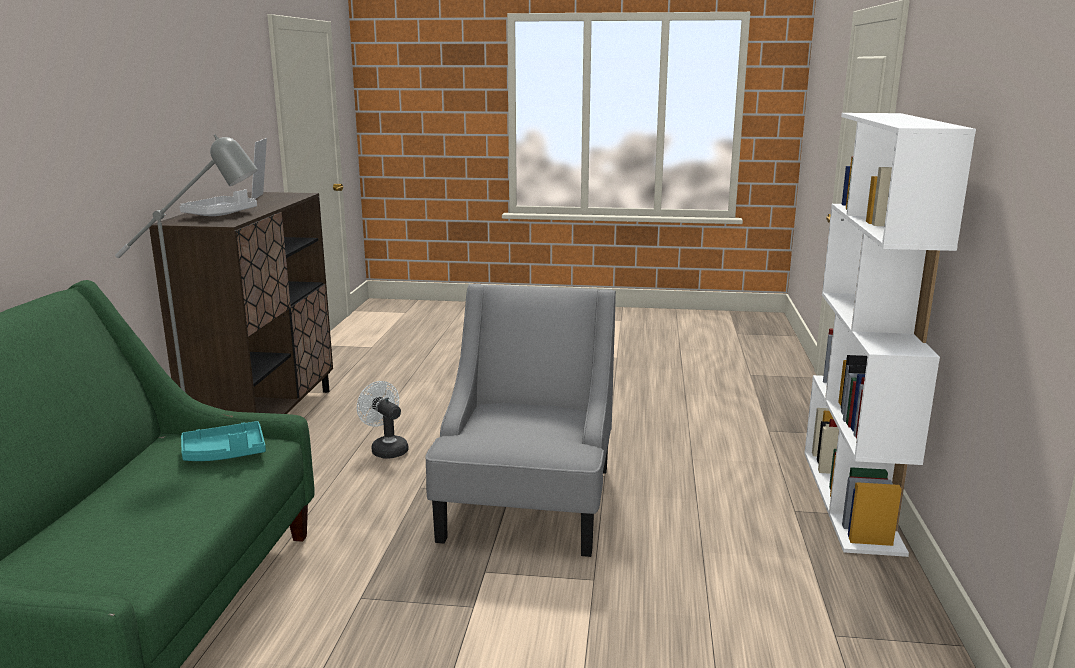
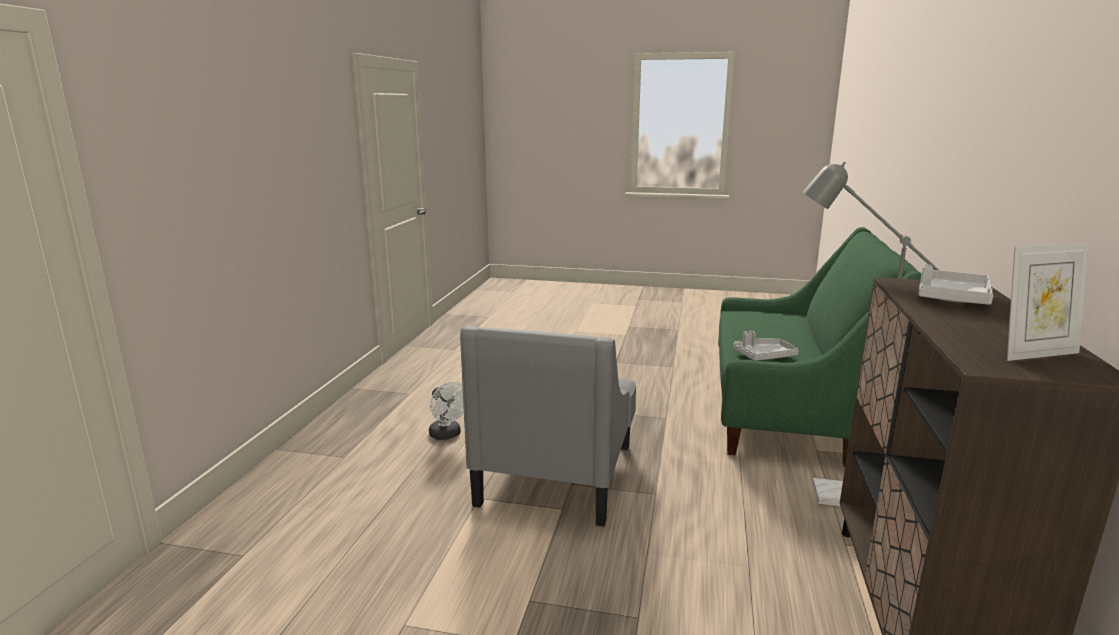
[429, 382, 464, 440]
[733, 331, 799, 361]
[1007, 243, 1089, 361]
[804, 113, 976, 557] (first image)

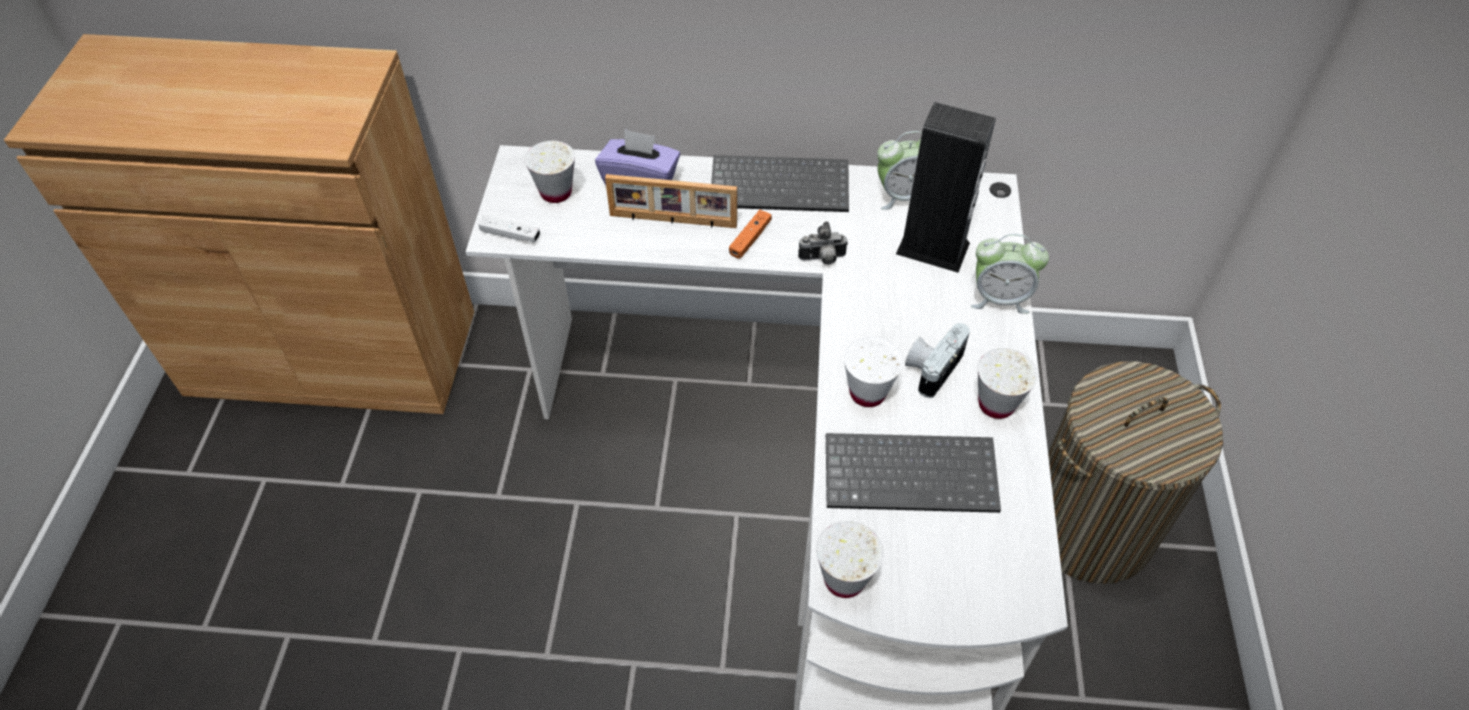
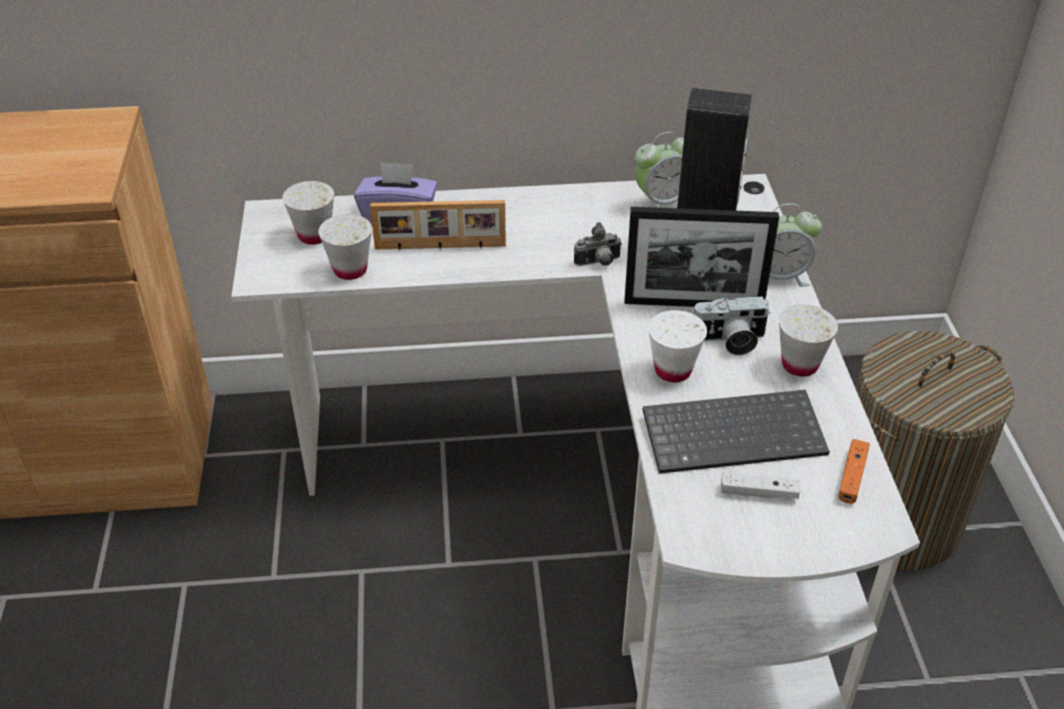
[318, 214, 372, 280]
[625, 207, 779, 307]
[694, 296, 770, 355]
[721, 472, 800, 499]
[838, 439, 870, 504]
[711, 155, 849, 212] (first image)

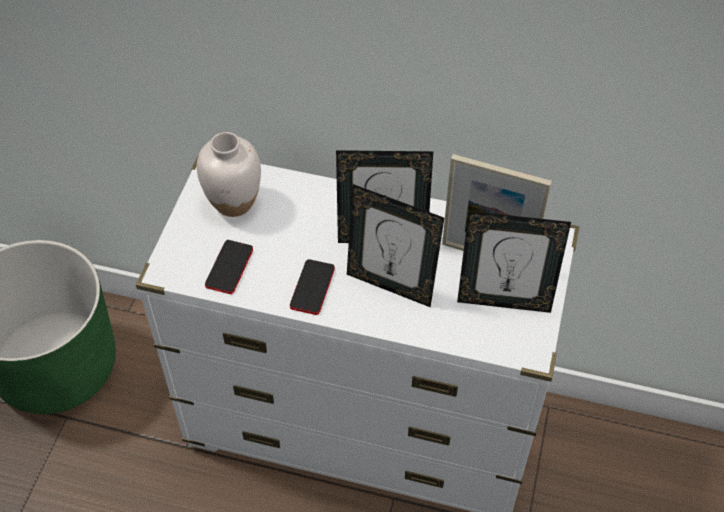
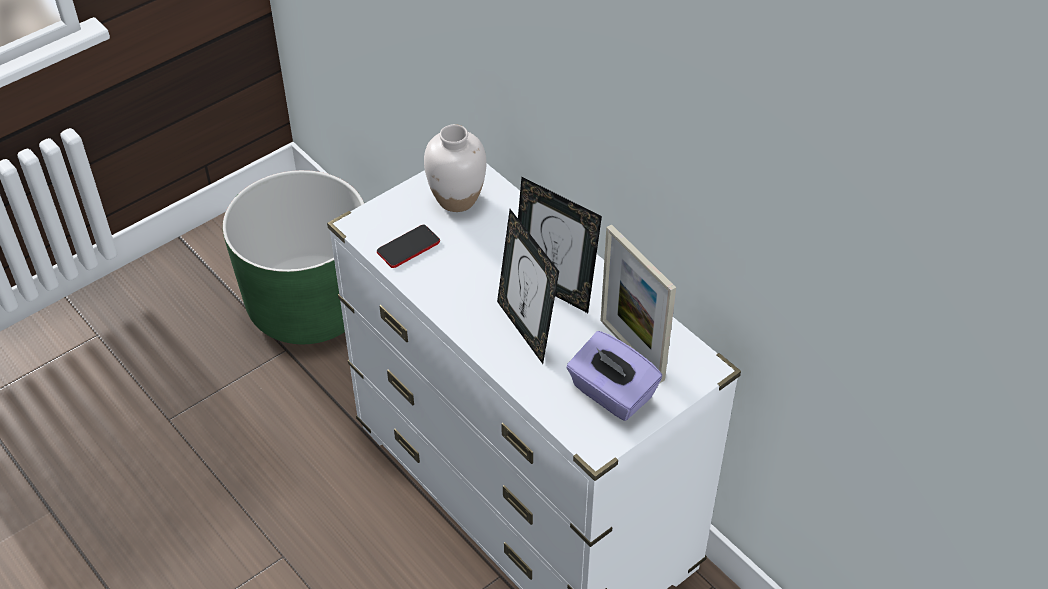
[566, 331, 662, 421]
[290, 259, 335, 315] (first image)

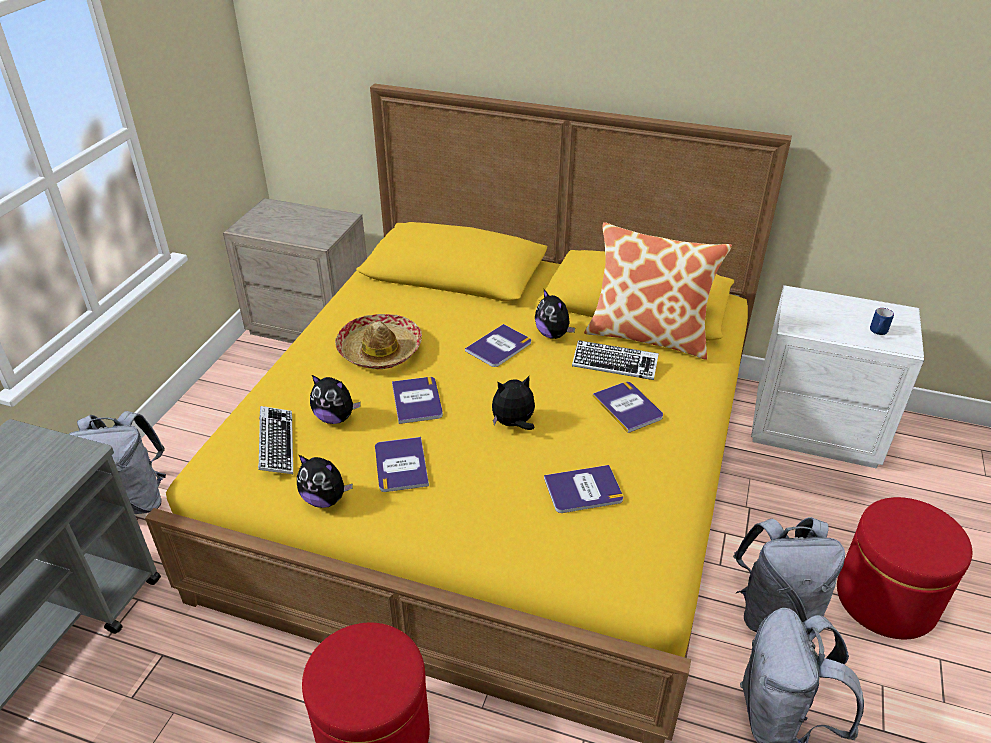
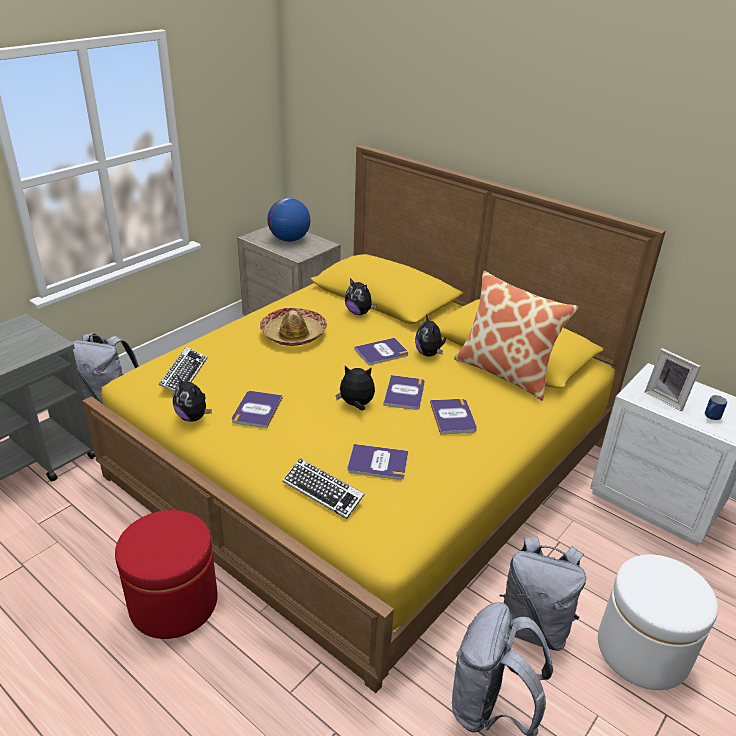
[268, 198, 310, 242]
[282, 458, 365, 519]
[345, 278, 377, 315]
[383, 375, 425, 410]
[598, 555, 718, 690]
[645, 348, 701, 411]

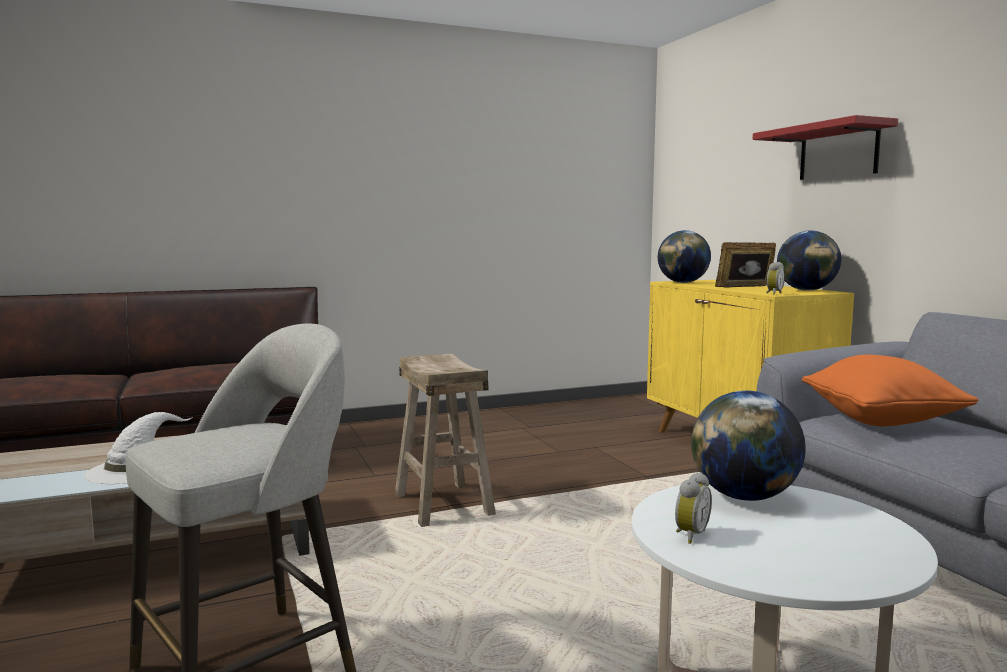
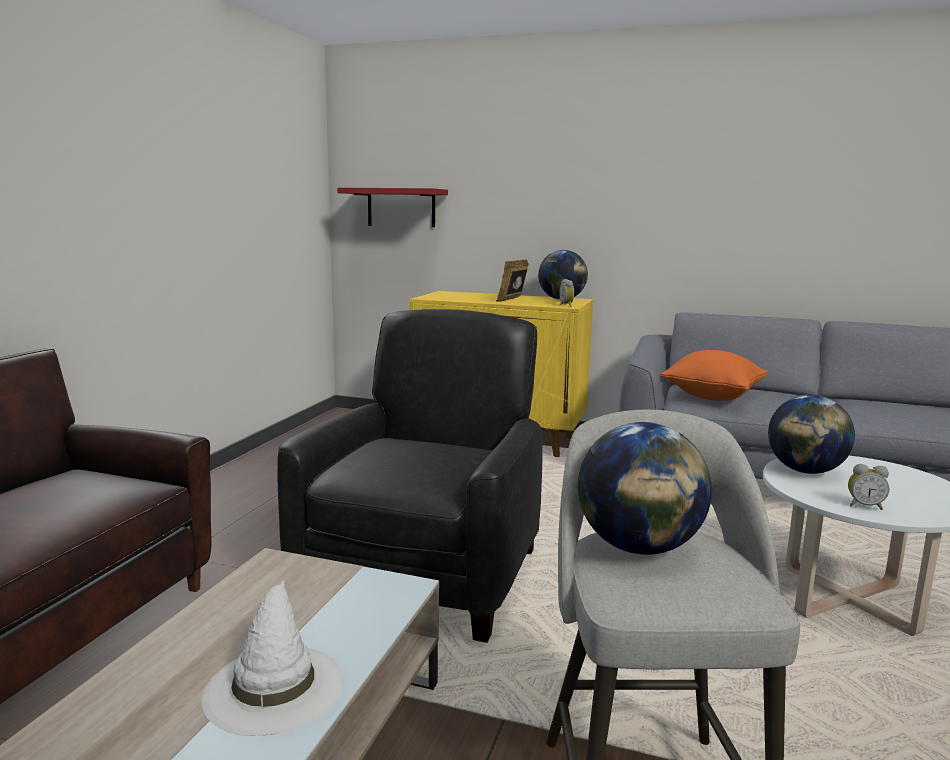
[277, 309, 543, 643]
[337, 188, 448, 227]
[578, 422, 712, 555]
[848, 464, 889, 510]

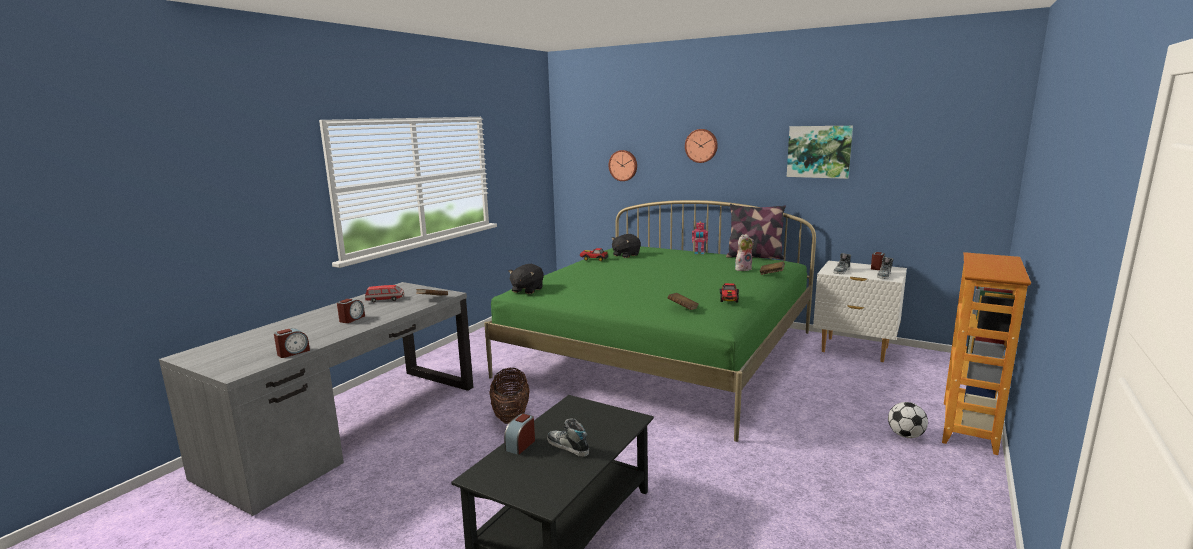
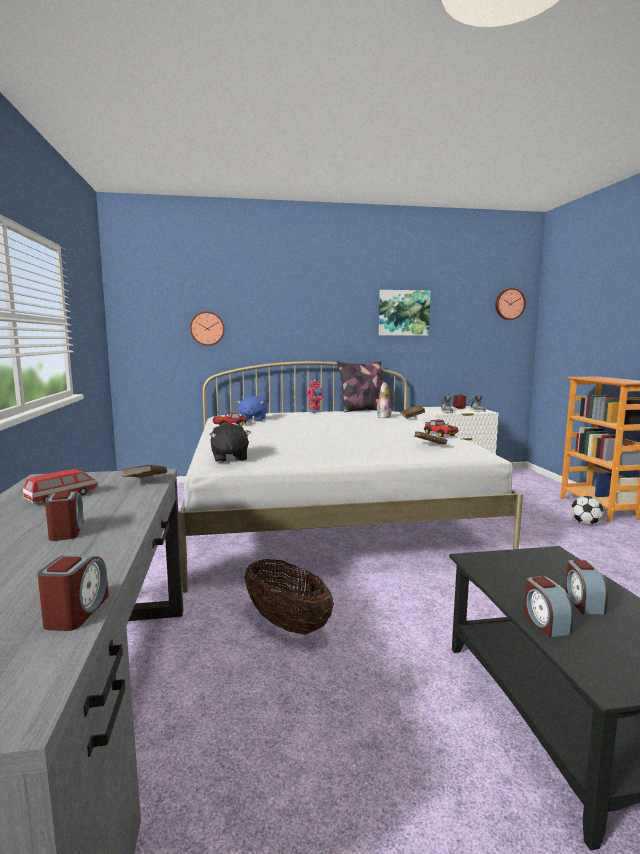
[178, 361, 523, 593]
[237, 396, 267, 422]
[495, 288, 526, 320]
[565, 560, 608, 615]

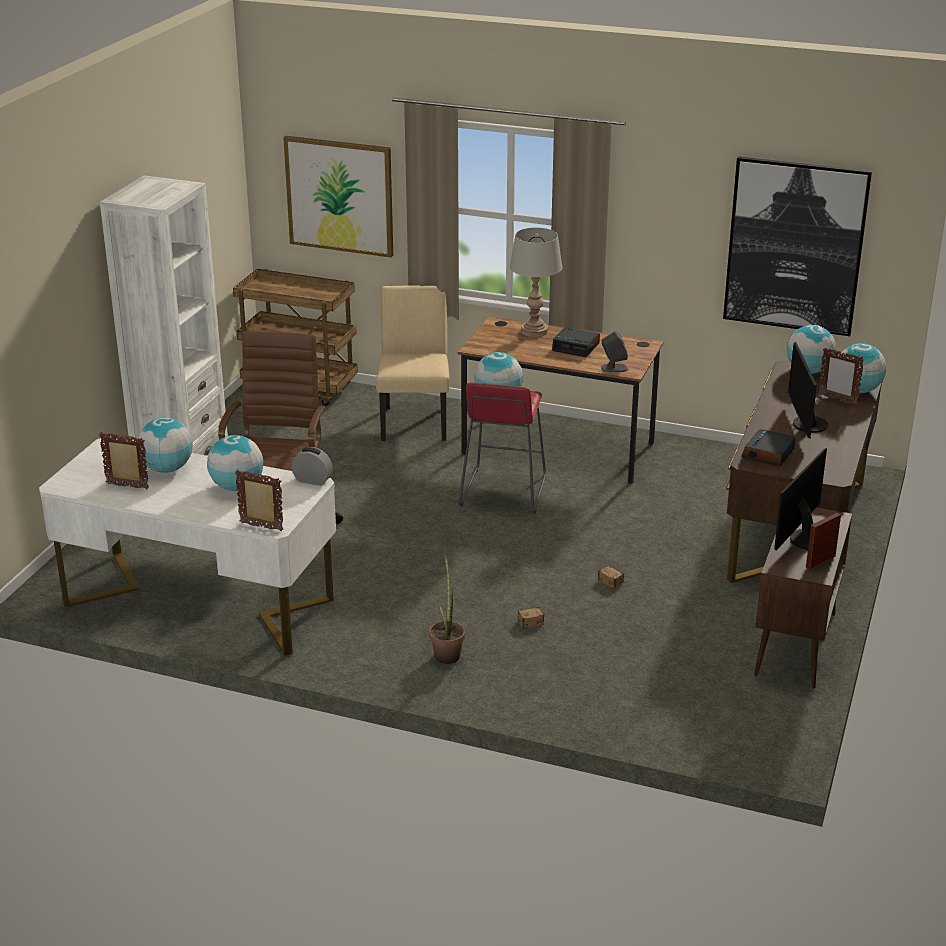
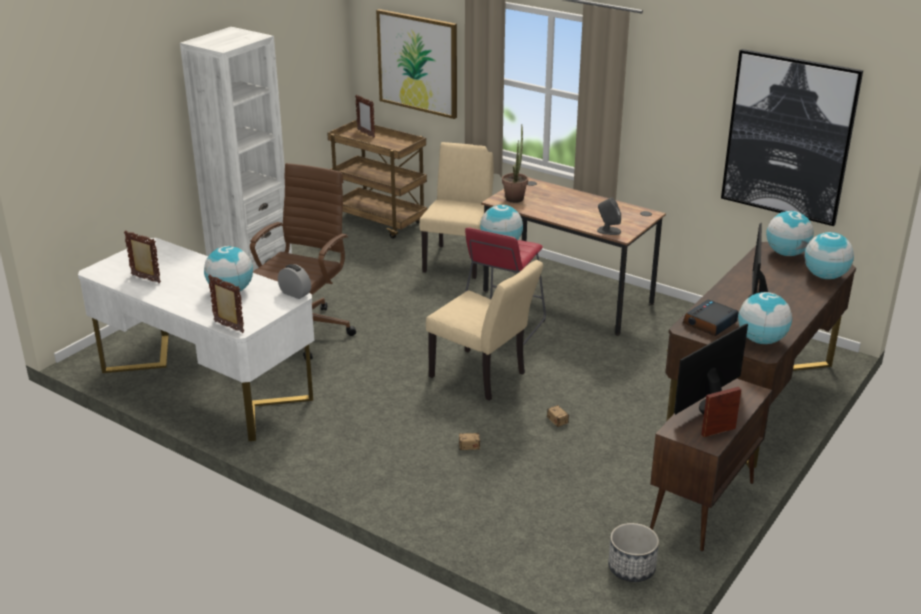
[355, 95, 375, 138]
[426, 260, 543, 401]
[502, 124, 528, 203]
[608, 523, 659, 582]
[738, 292, 792, 344]
[509, 228, 563, 337] (first image)
[552, 327, 600, 357] (first image)

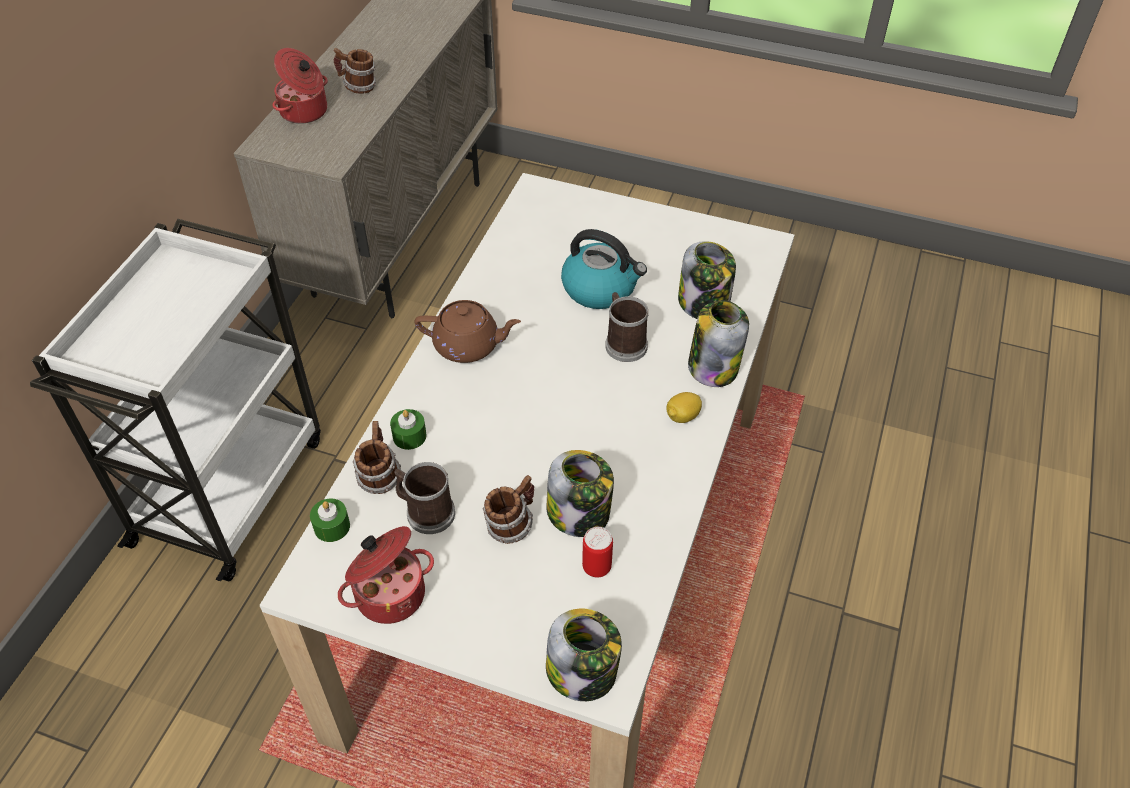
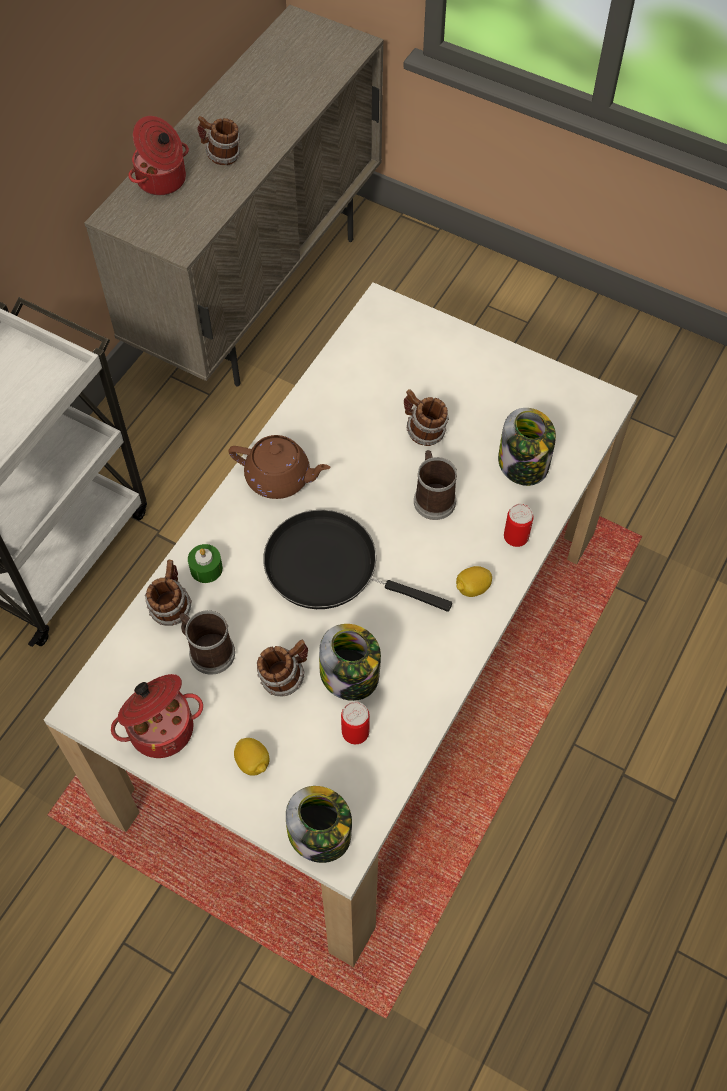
[234, 738, 269, 776]
[263, 510, 452, 612]
[404, 389, 449, 446]
[504, 504, 533, 547]
[310, 498, 350, 542] (first image)

